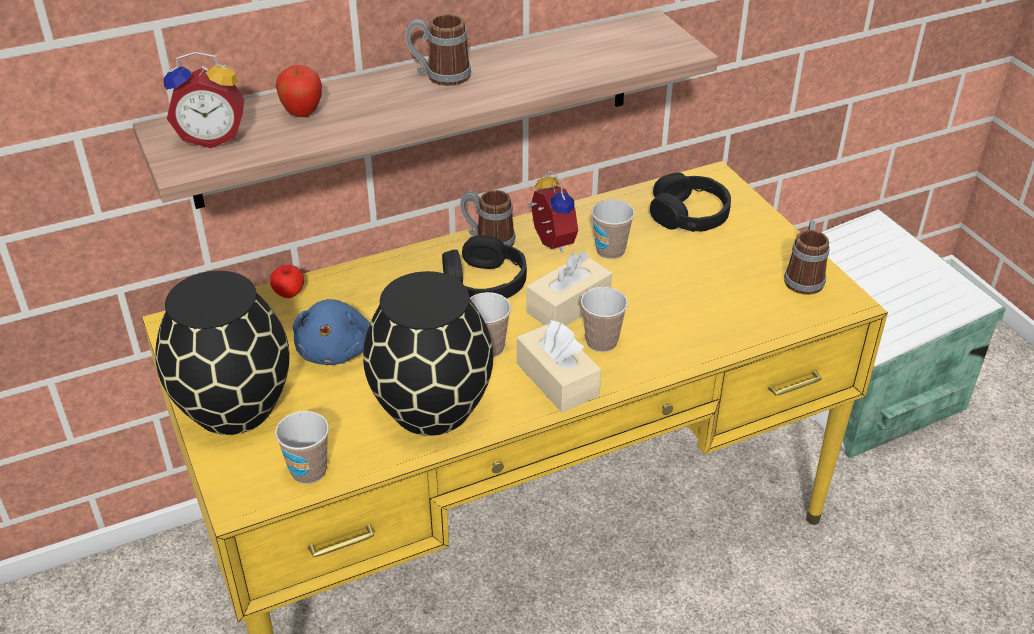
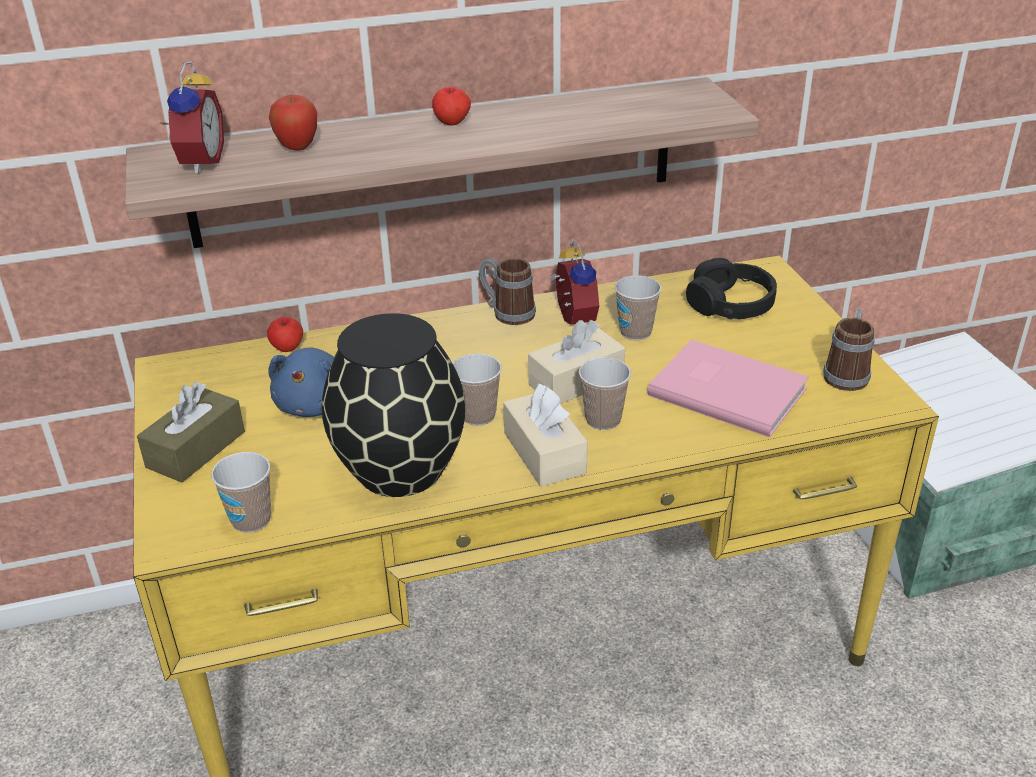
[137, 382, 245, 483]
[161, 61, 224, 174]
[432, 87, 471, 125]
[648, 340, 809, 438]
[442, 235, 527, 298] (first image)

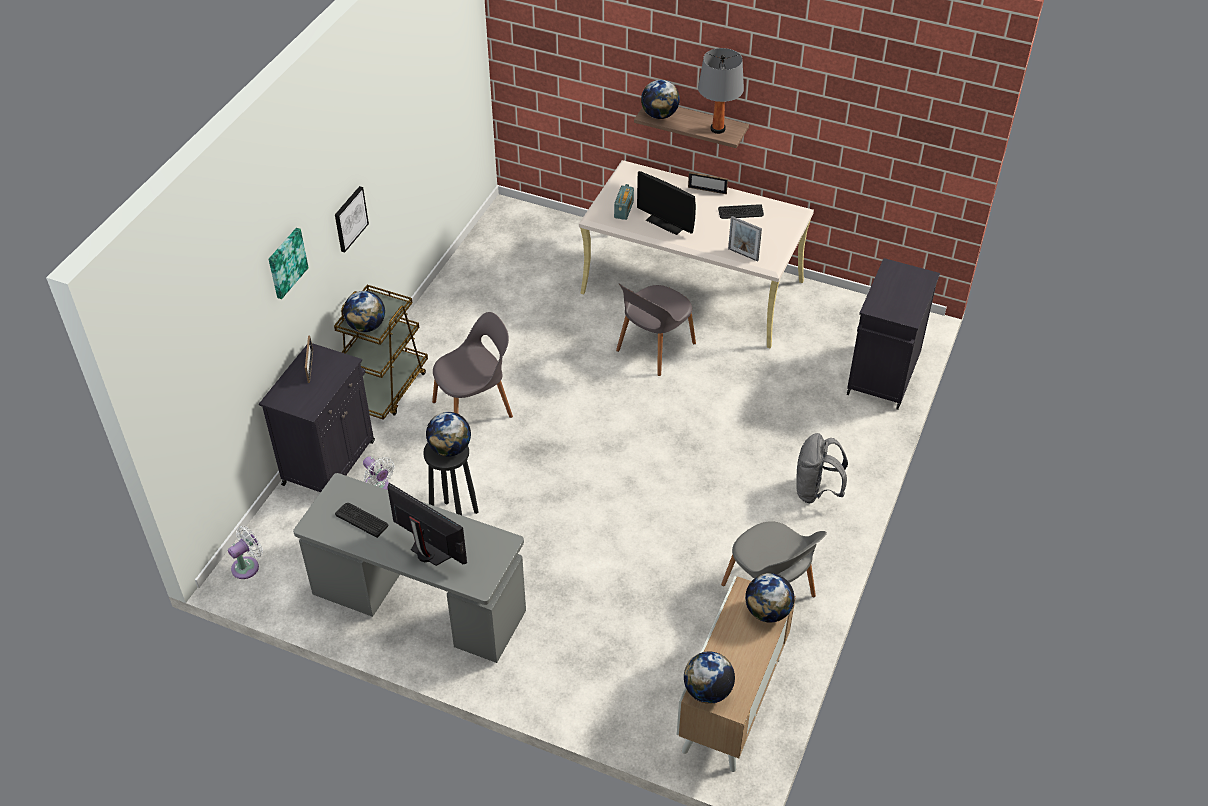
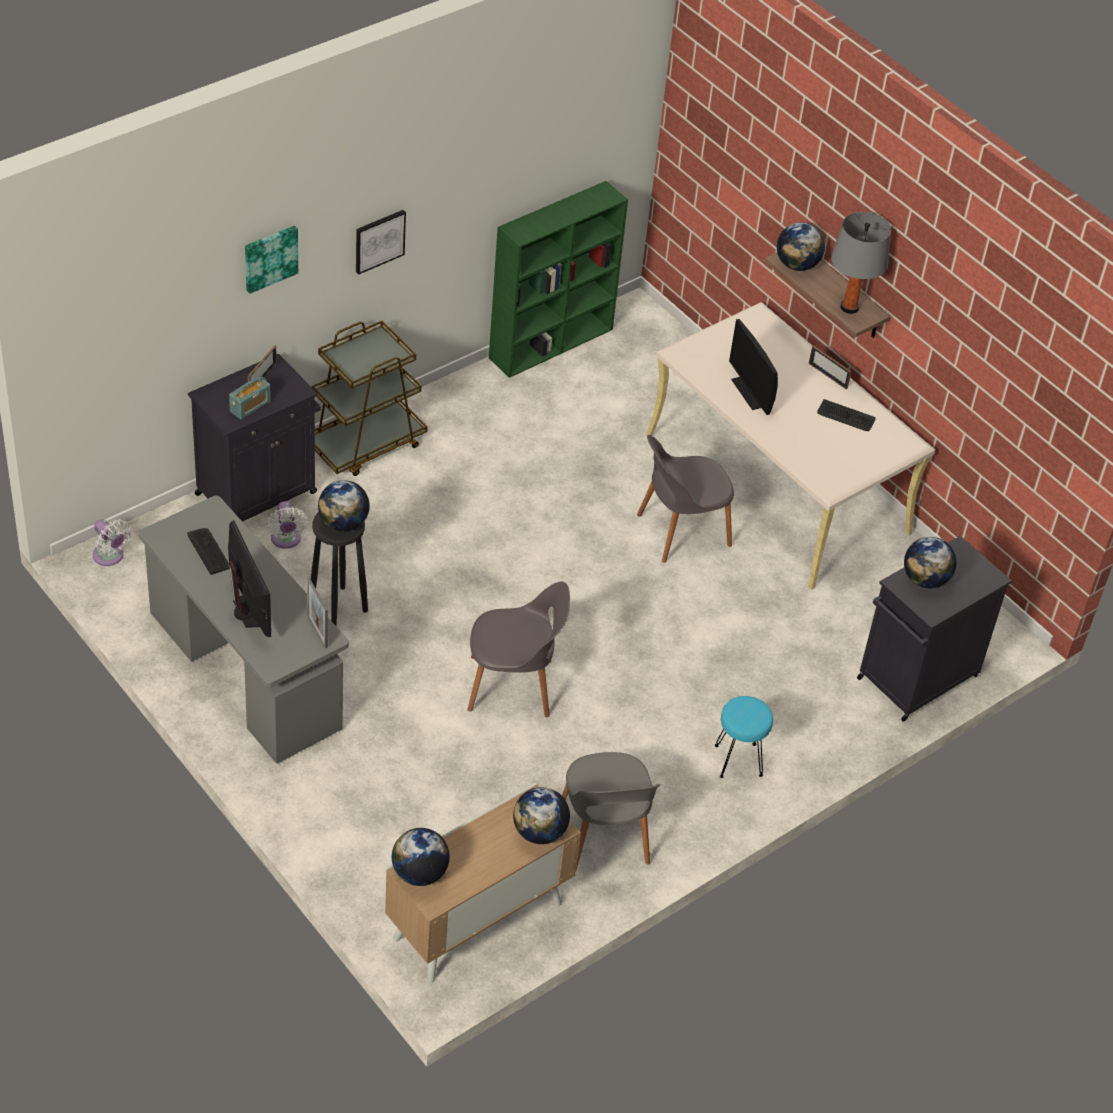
[93, 519, 132, 566]
[229, 376, 271, 419]
[307, 578, 328, 648]
[467, 581, 570, 717]
[489, 181, 628, 378]
[715, 696, 773, 778]
[904, 537, 956, 588]

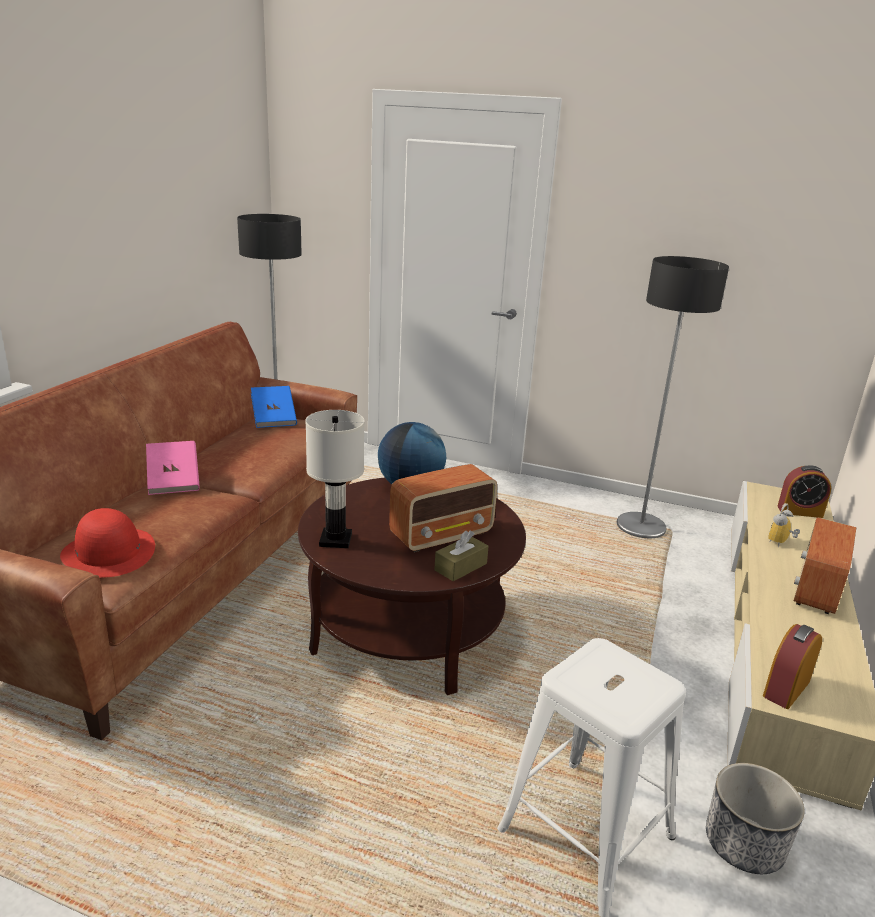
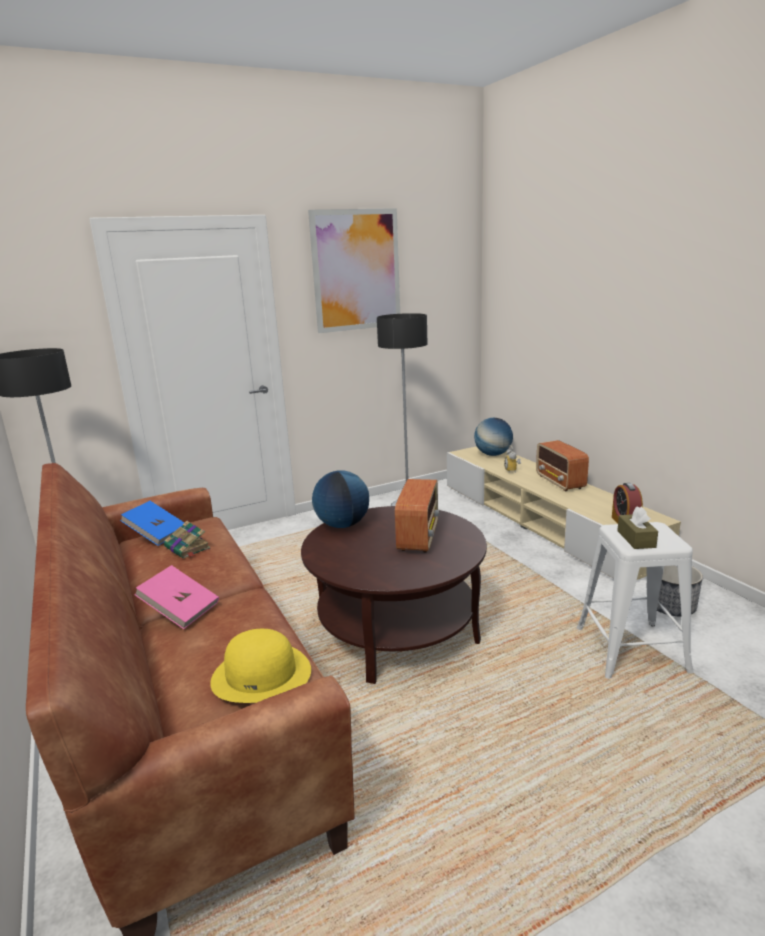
[164, 521, 210, 559]
[210, 629, 311, 703]
[308, 208, 400, 333]
[474, 418, 513, 456]
[617, 506, 658, 549]
[305, 410, 365, 548] (first image)

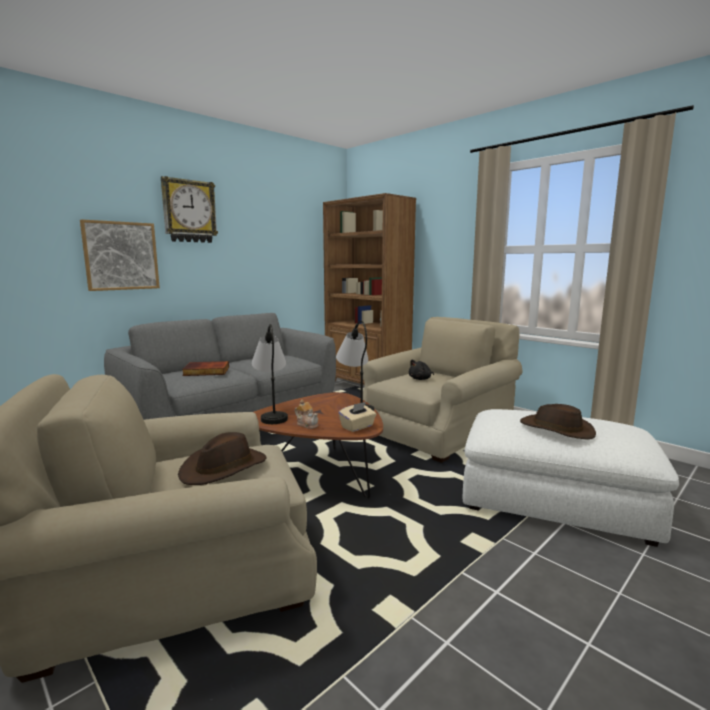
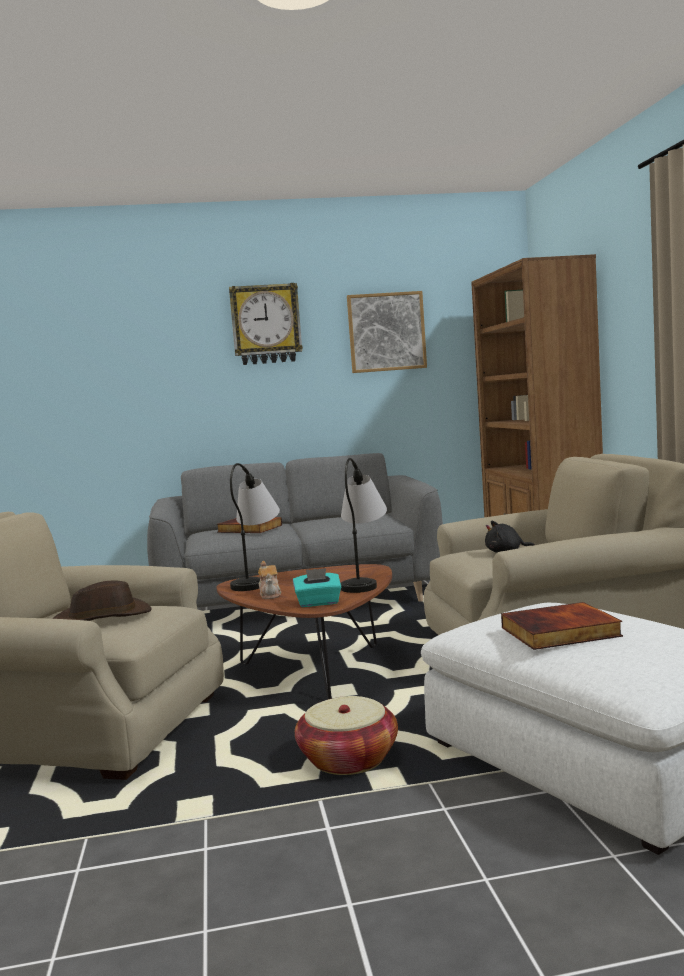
[293, 568, 341, 607]
[295, 696, 398, 775]
[347, 291, 427, 373]
[501, 602, 623, 650]

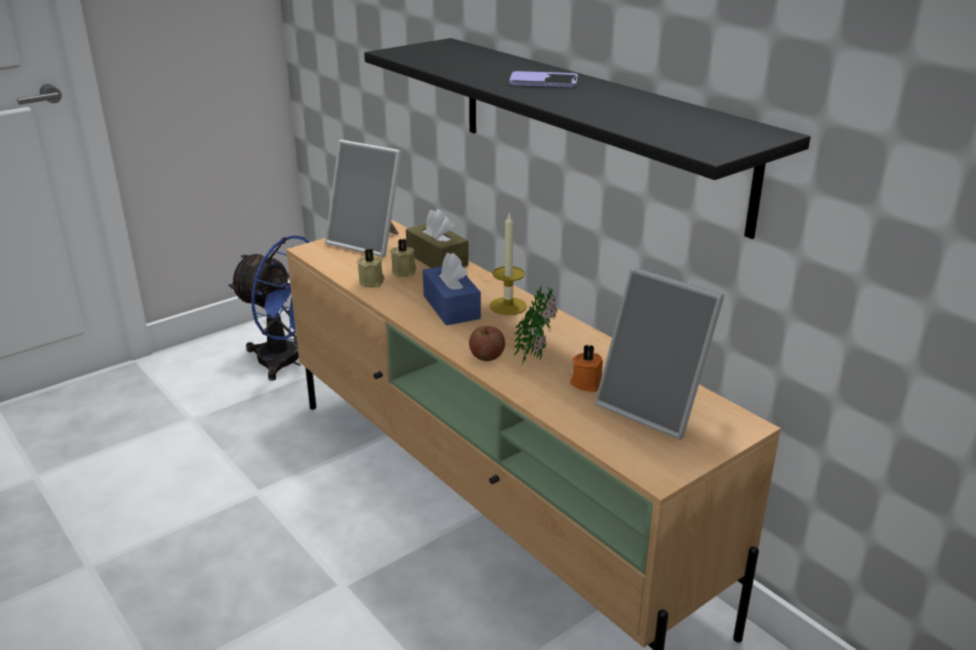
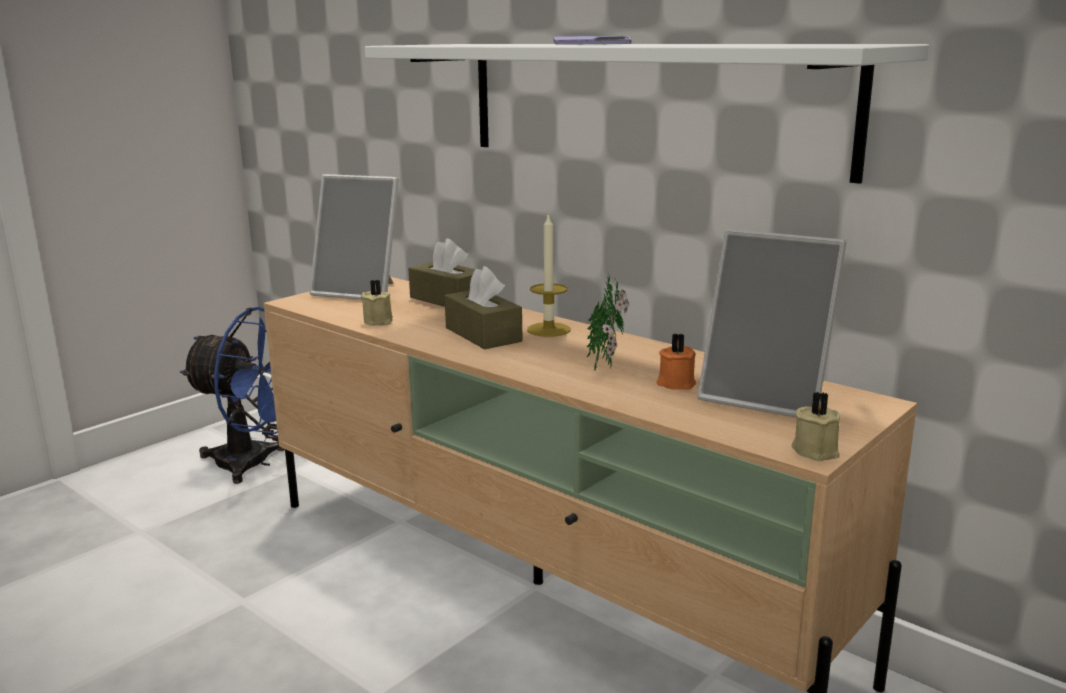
[365, 44, 929, 184]
[445, 266, 523, 350]
[792, 392, 840, 461]
[469, 326, 505, 361] (first image)

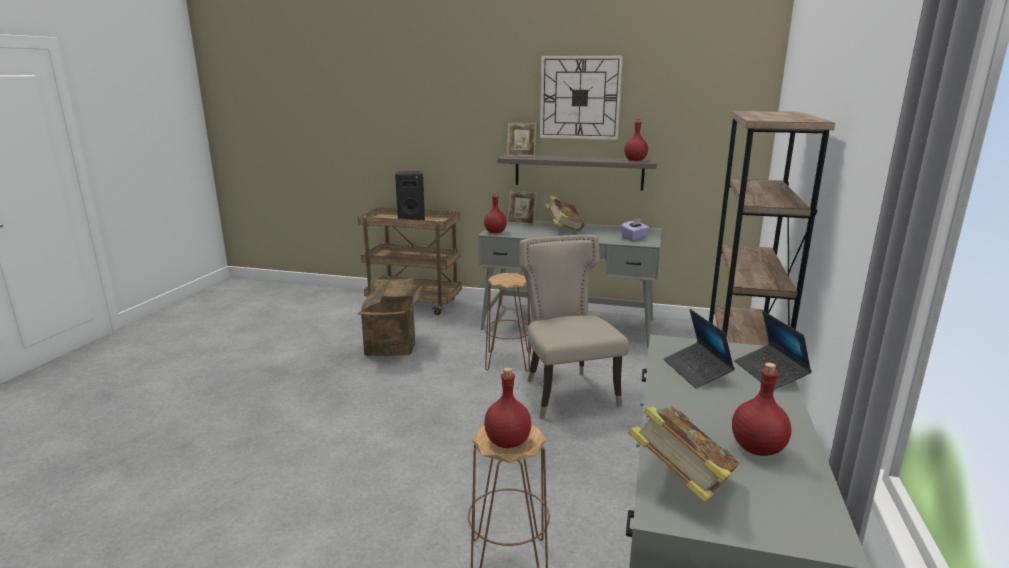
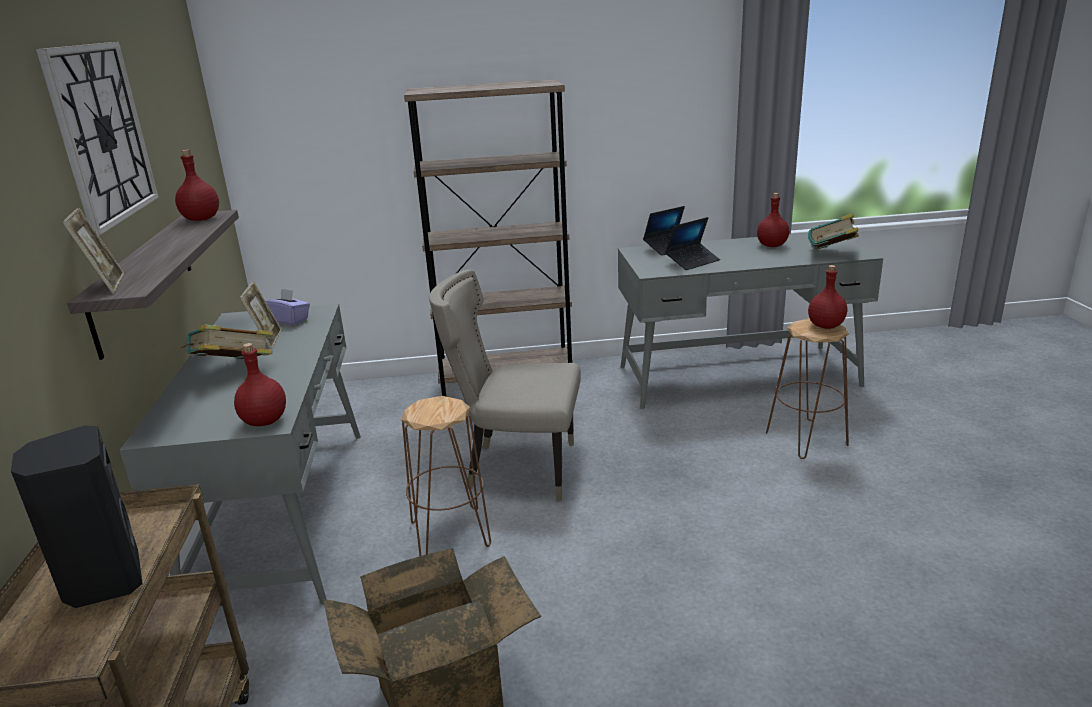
[240, 281, 282, 349]
[429, 269, 581, 502]

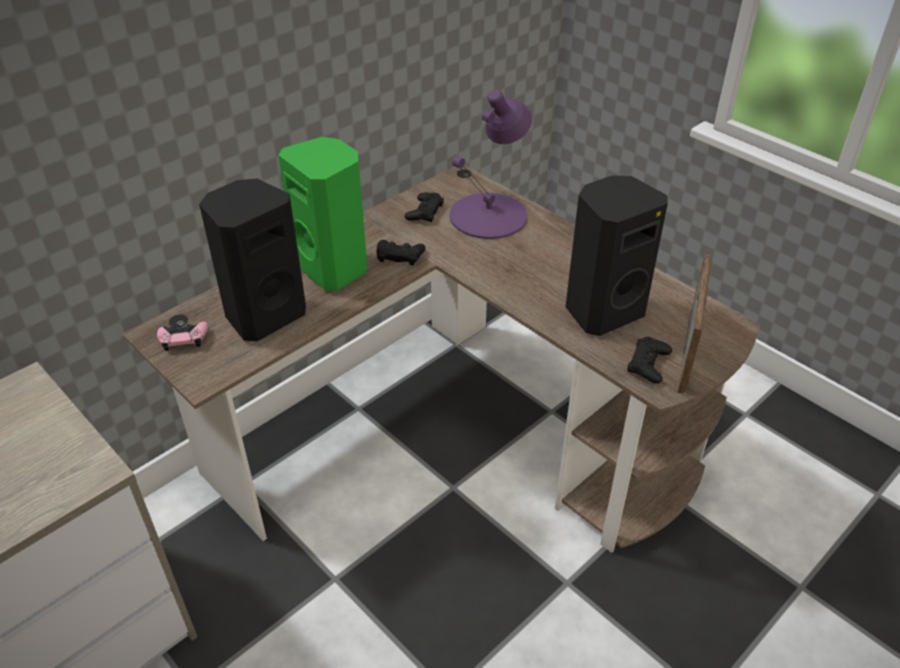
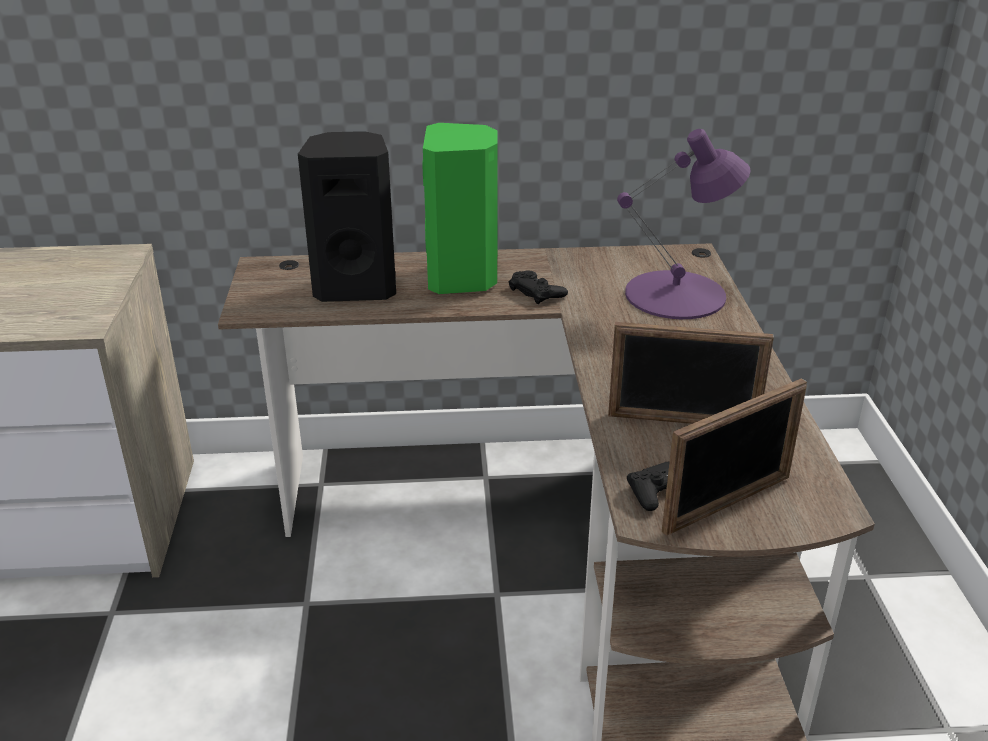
[608, 322, 774, 424]
[157, 321, 208, 351] (first image)
[404, 193, 444, 222] (first image)

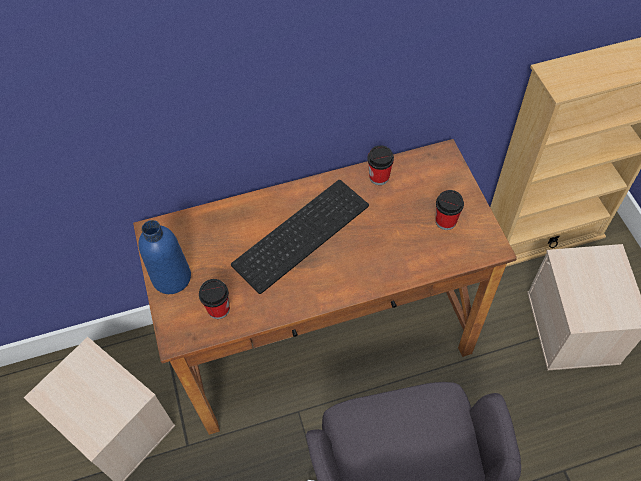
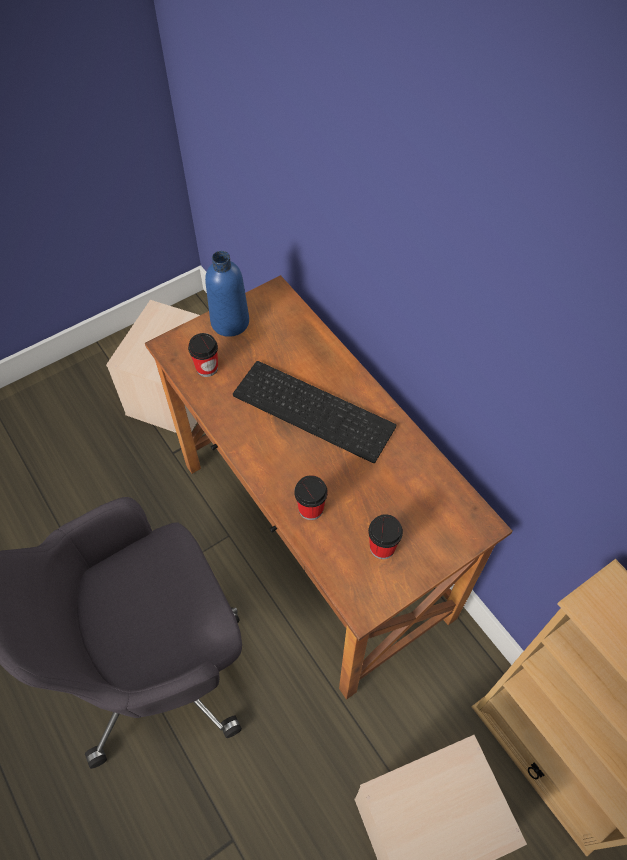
[294, 475, 327, 520]

